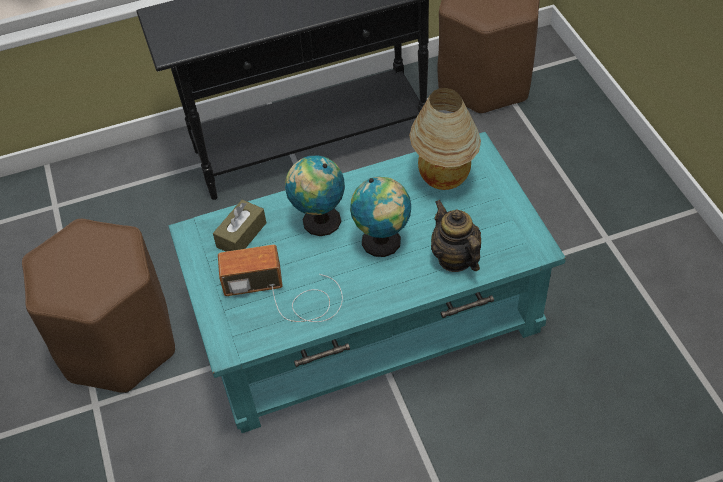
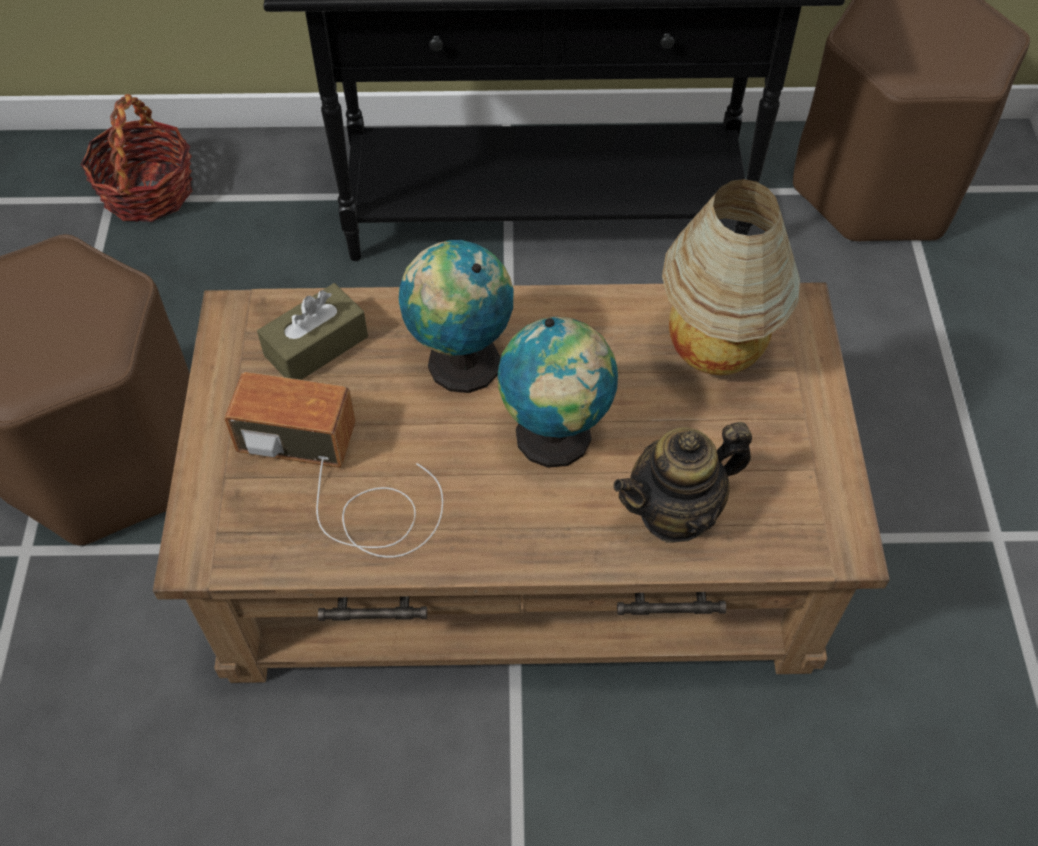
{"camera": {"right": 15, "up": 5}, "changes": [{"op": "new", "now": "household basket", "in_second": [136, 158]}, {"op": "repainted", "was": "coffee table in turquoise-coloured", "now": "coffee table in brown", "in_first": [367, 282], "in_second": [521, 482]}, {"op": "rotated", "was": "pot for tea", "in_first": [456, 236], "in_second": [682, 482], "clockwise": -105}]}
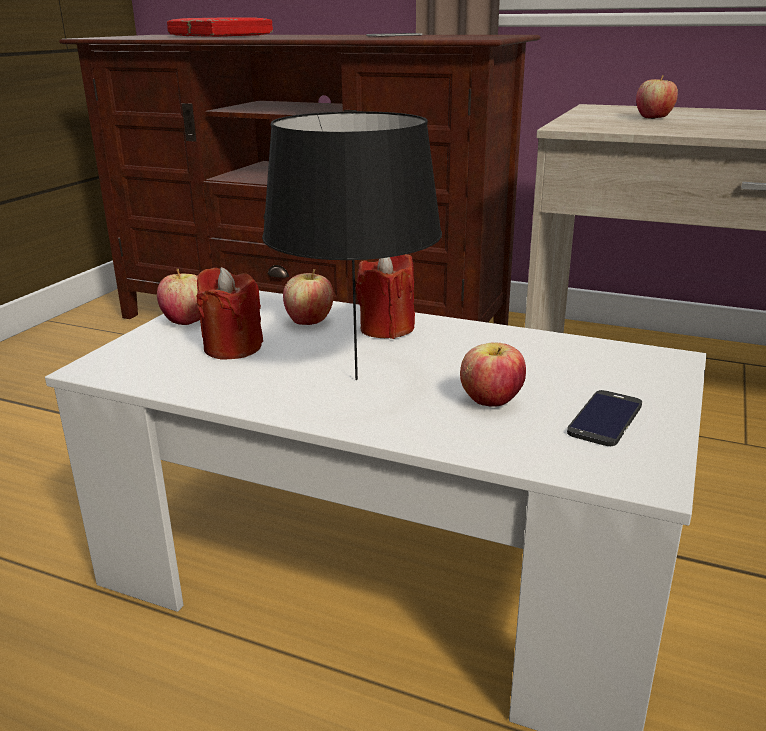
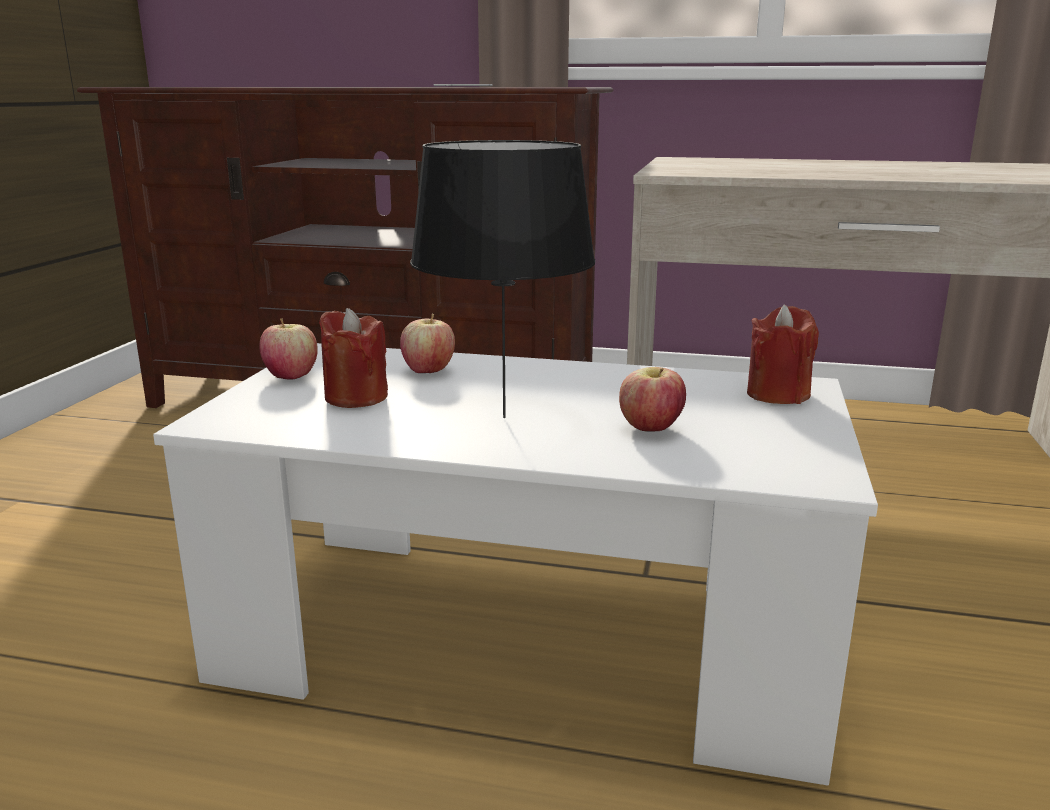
{"camera": {"right": -10, "up": -5}, "changes": [{"op": "shifted", "was": "wax candle in red-coloured", "in_first": [385, 296], "in_second": [783, 354]}, {"op": "gone", "was": "volume in red-coloured", "in_first": [220, 27]}, {"op": "gone", "was": "handset", "in_first": [604, 418]}, {"op": "gone", "was": "apple", "in_first": [657, 97]}]}
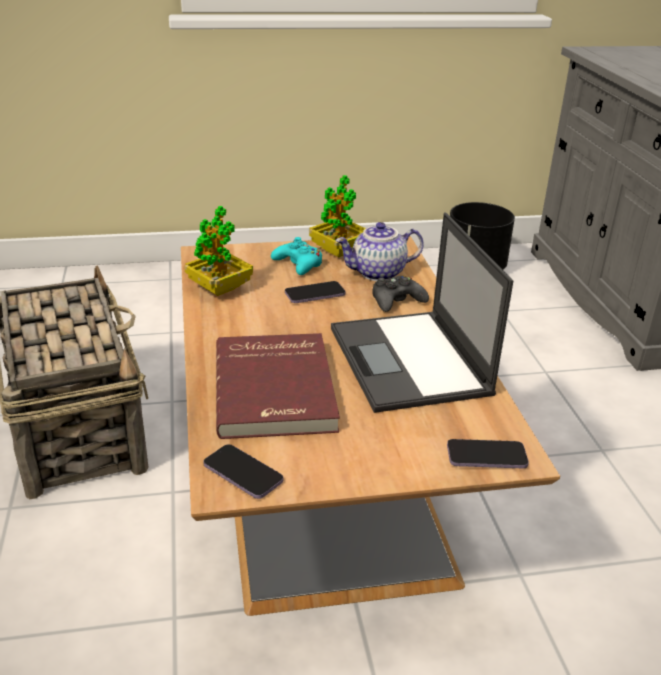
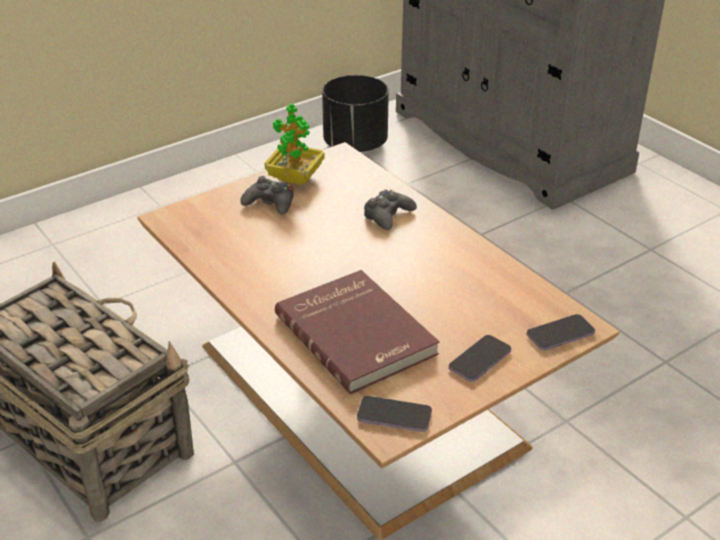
{"camera": {"right": -25, "up": 5}, "changes": [{"op": "repainted", "was": "gamepad in turquoise-coloured", "now": "gamepad in black", "in_first": [296, 256], "in_second": [267, 195]}, {"op": "shifted", "was": "handset", "in_first": [315, 292], "in_second": [480, 358]}, {"op": "gone", "was": "houseplant", "in_first": [219, 251]}, {"op": "gone", "was": "portable computer", "in_first": [422, 313]}, {"op": "gone", "was": "pot for tea", "in_first": [379, 251]}]}
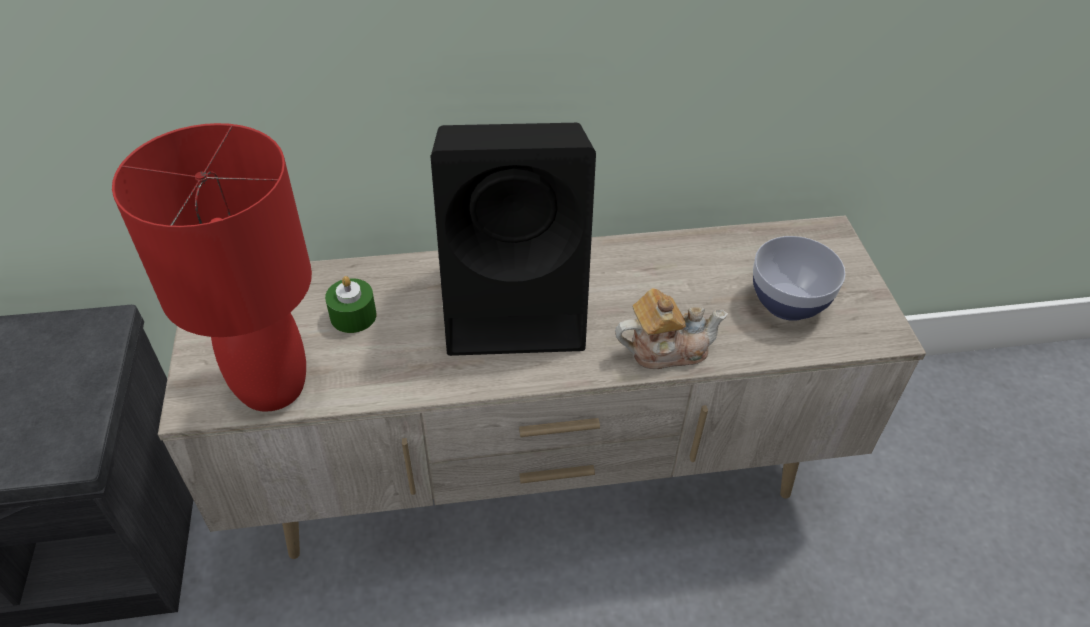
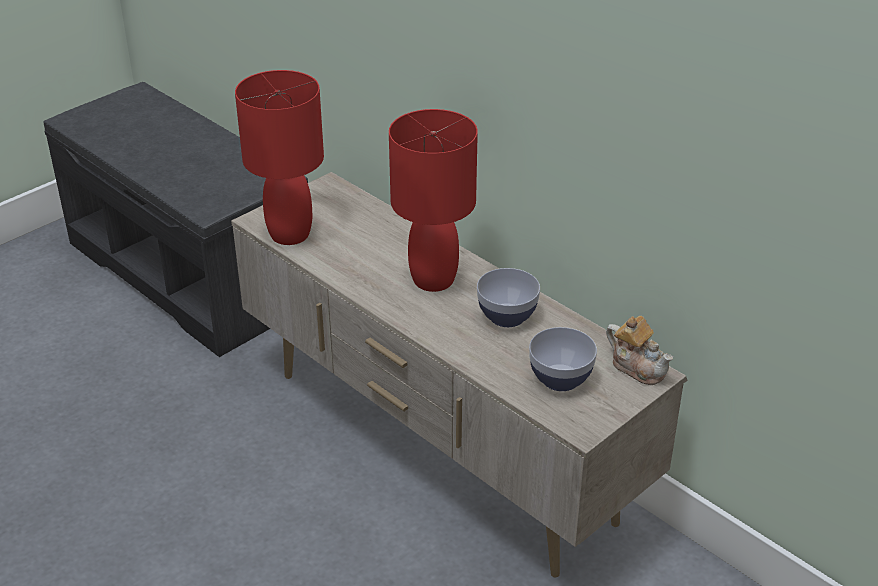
{"camera": {"right": 55, "up": -10}, "changes": [{"op": "swapped", "was": "speaker in black", "now": "lamp for a table in red-coloured", "in_first": [513, 239], "in_second": [433, 200]}, {"op": "new", "now": "bowl", "in_second": [508, 297]}, {"op": "shifted", "was": "pot for tea", "in_first": [671, 328], "in_second": [639, 350]}, {"op": "gone", "was": "wax candle in green", "in_first": [351, 304]}]}
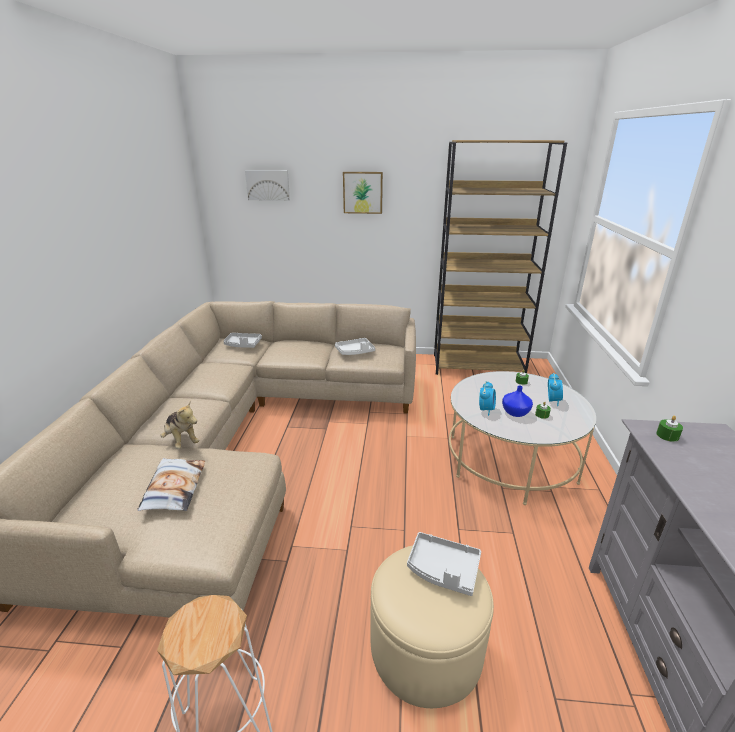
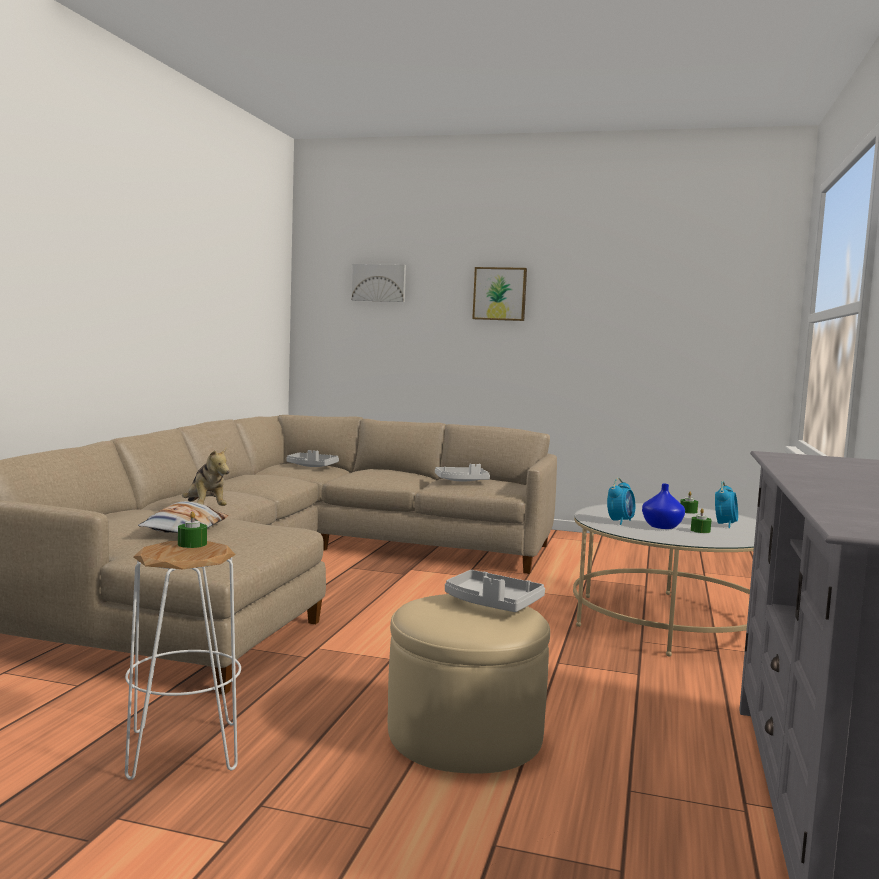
{"camera": {"right": 10, "up": -20}, "changes": [{"op": "shifted", "was": "wax candle in green", "in_first": [669, 429], "in_second": [192, 529]}, {"op": "gone", "was": "bookshelf in brown", "in_first": [500, 257]}]}
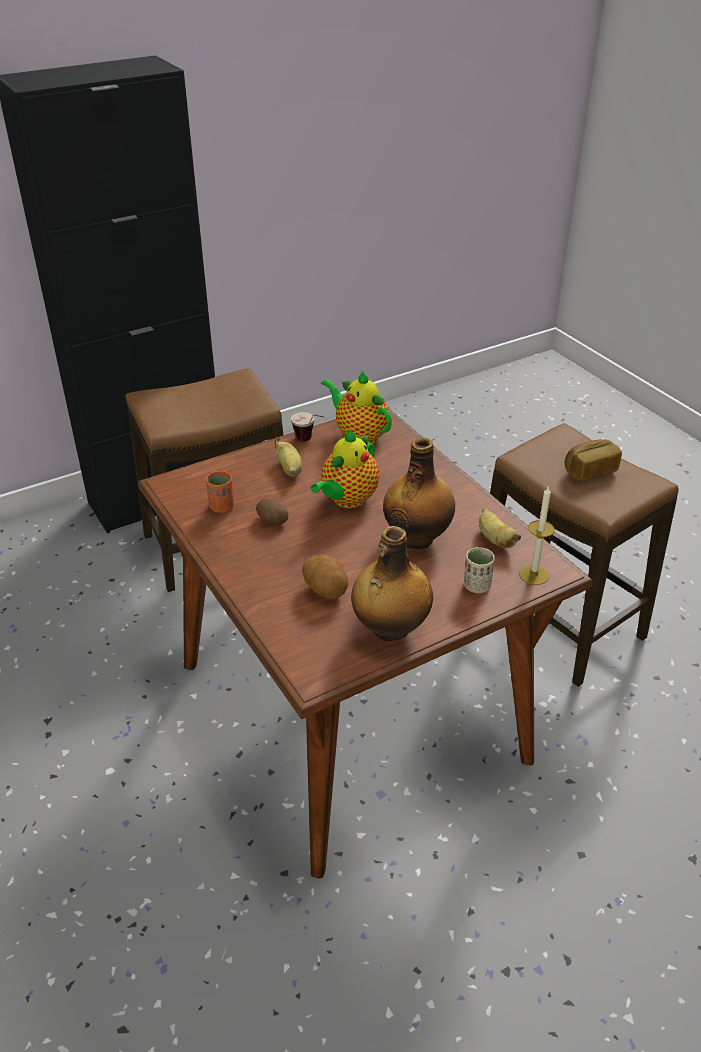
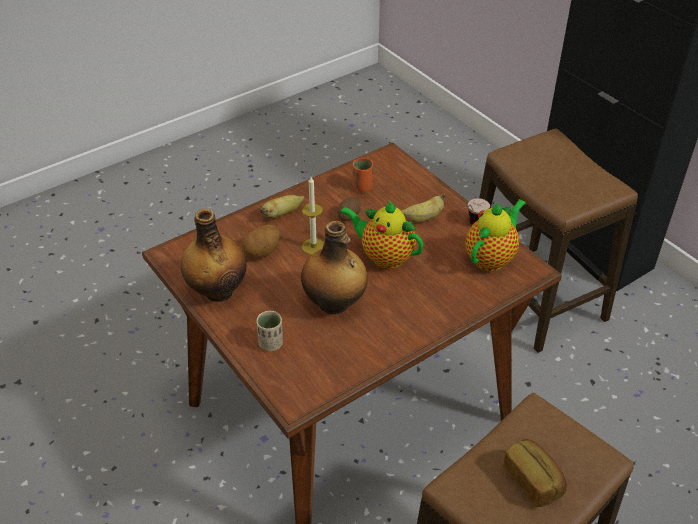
{"camera": {"right": 85, "up": 5}, "changes": [{"op": "shifted", "was": "banana", "in_first": [500, 527], "in_second": [282, 206]}, {"op": "shifted", "was": "wax candle", "in_first": [537, 535], "in_second": [313, 216]}]}
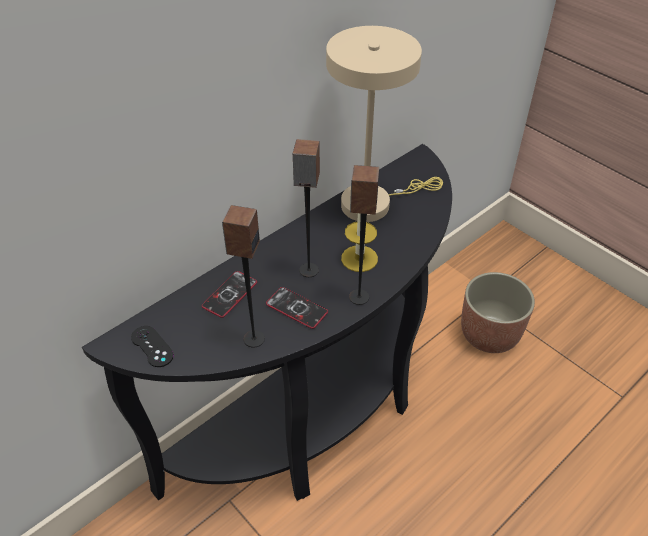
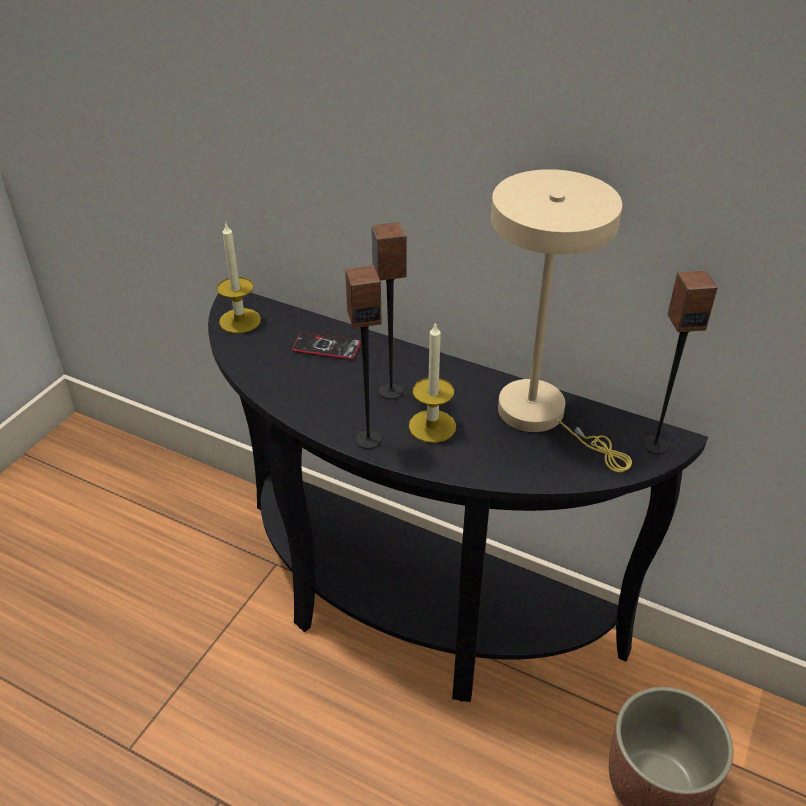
{"camera": {"right": 70, "up": -5}, "changes": [{"op": "swapped", "was": "gamepad in black", "now": "wax candle", "in_first": [152, 346], "in_second": [239, 278]}, {"op": "shifted", "was": "speaker", "in_first": [243, 276], "in_second": [679, 362]}, {"op": "gone", "was": "handset", "in_first": [297, 308]}]}
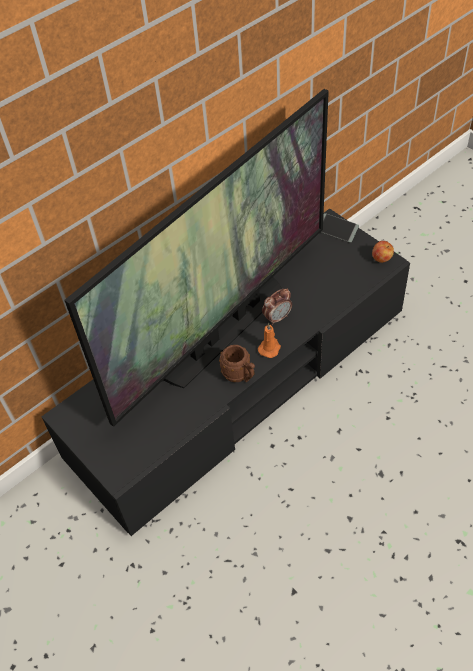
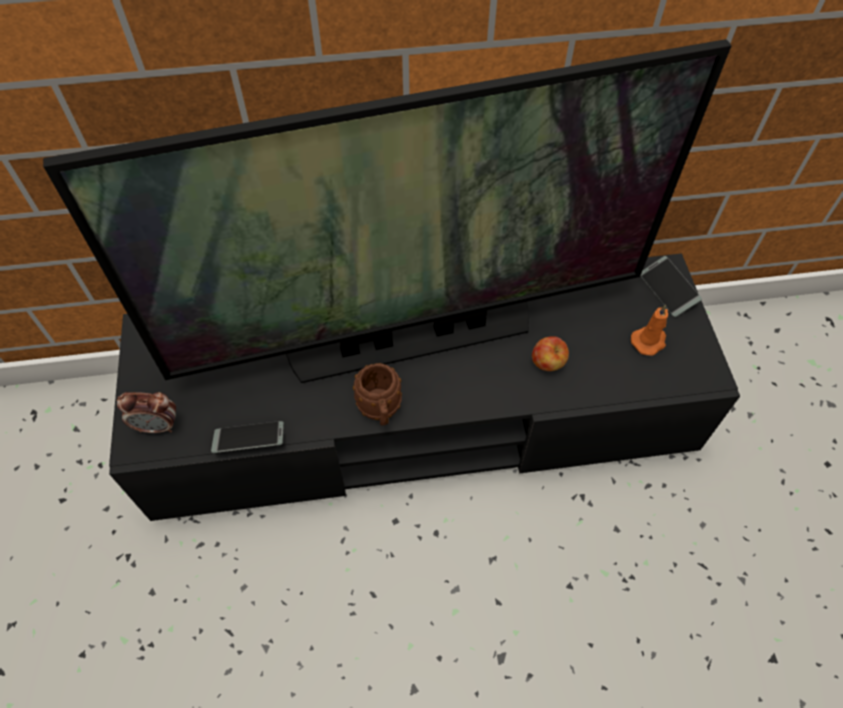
{"camera": {"right": 30, "up": 5}, "changes": [{"op": "shifted", "was": "table clock", "in_first": [277, 306], "in_second": [146, 412]}, {"op": "new", "now": "handset", "in_second": [247, 437]}, {"op": "shifted", "was": "apple", "in_first": [383, 252], "in_second": [550, 353]}, {"op": "shifted", "was": "wax candle in orangey", "in_first": [269, 340], "in_second": [649, 330]}]}
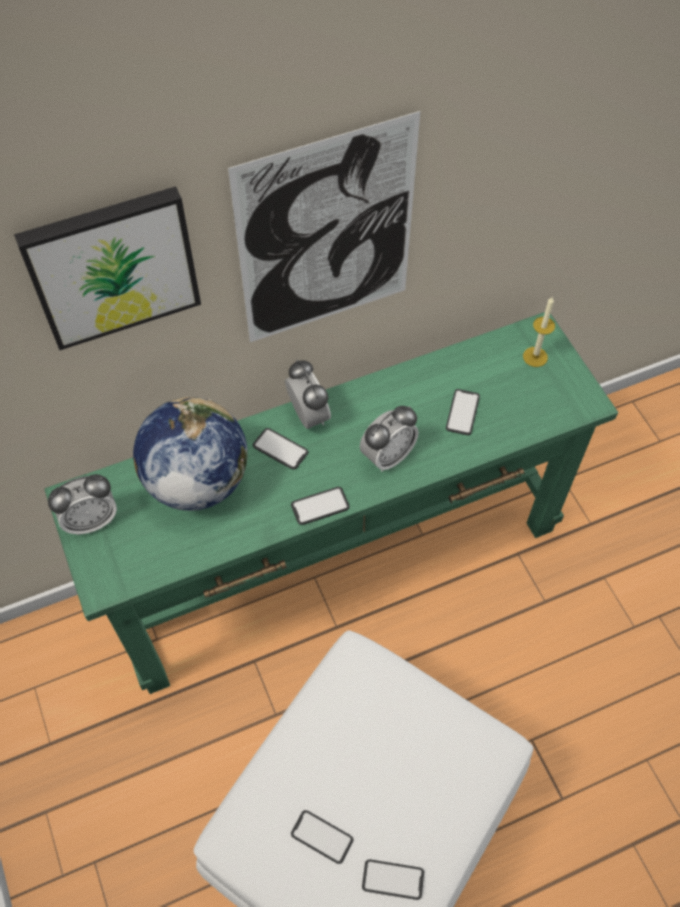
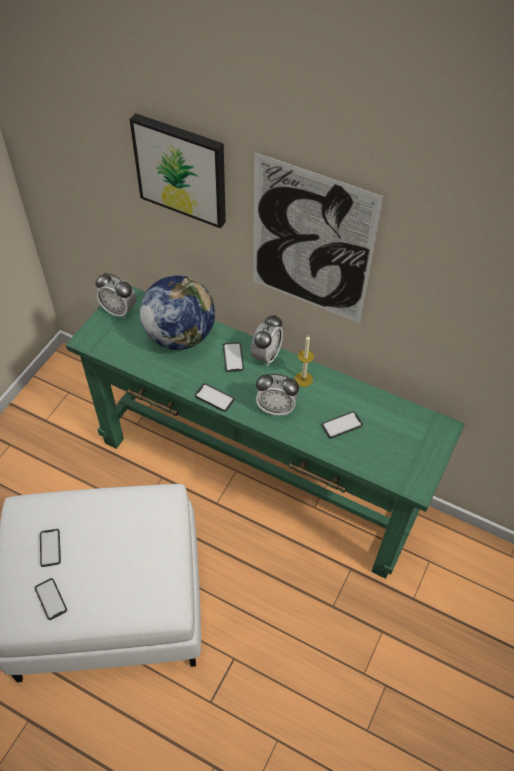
{"camera": {"right": 50, "up": -5}, "changes": [{"op": "shifted", "was": "wax candle", "in_first": [539, 332], "in_second": [304, 361]}]}
